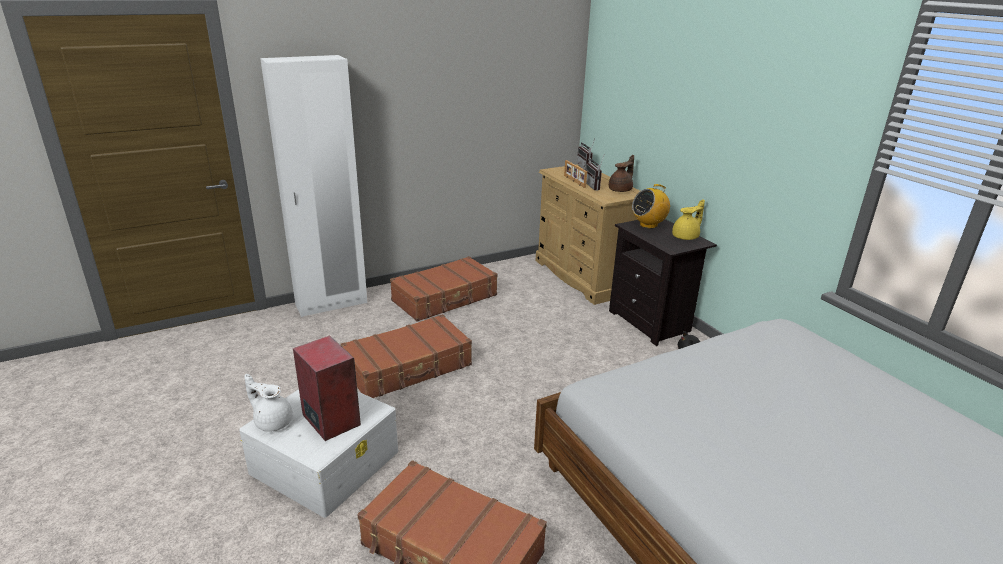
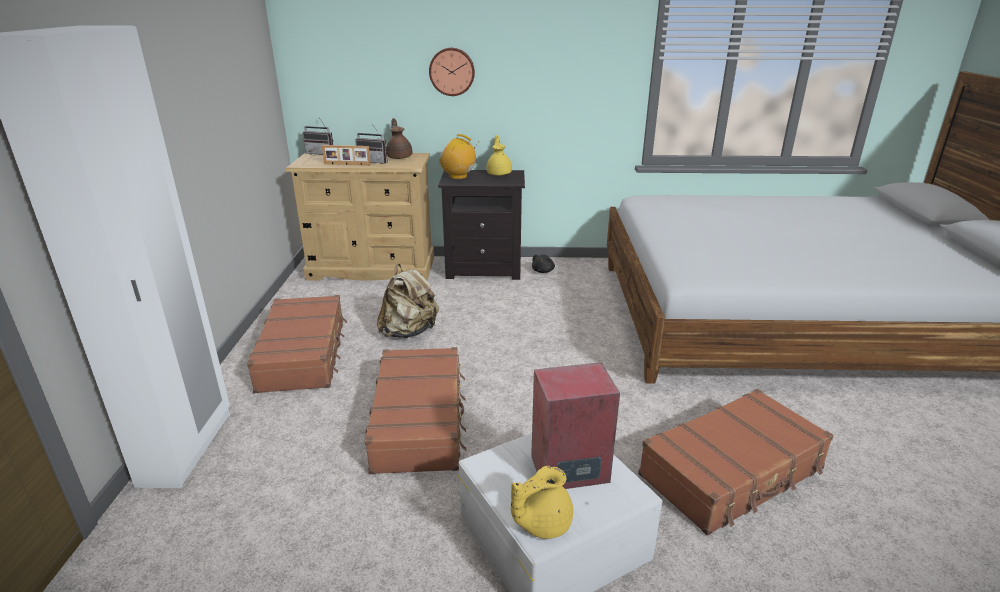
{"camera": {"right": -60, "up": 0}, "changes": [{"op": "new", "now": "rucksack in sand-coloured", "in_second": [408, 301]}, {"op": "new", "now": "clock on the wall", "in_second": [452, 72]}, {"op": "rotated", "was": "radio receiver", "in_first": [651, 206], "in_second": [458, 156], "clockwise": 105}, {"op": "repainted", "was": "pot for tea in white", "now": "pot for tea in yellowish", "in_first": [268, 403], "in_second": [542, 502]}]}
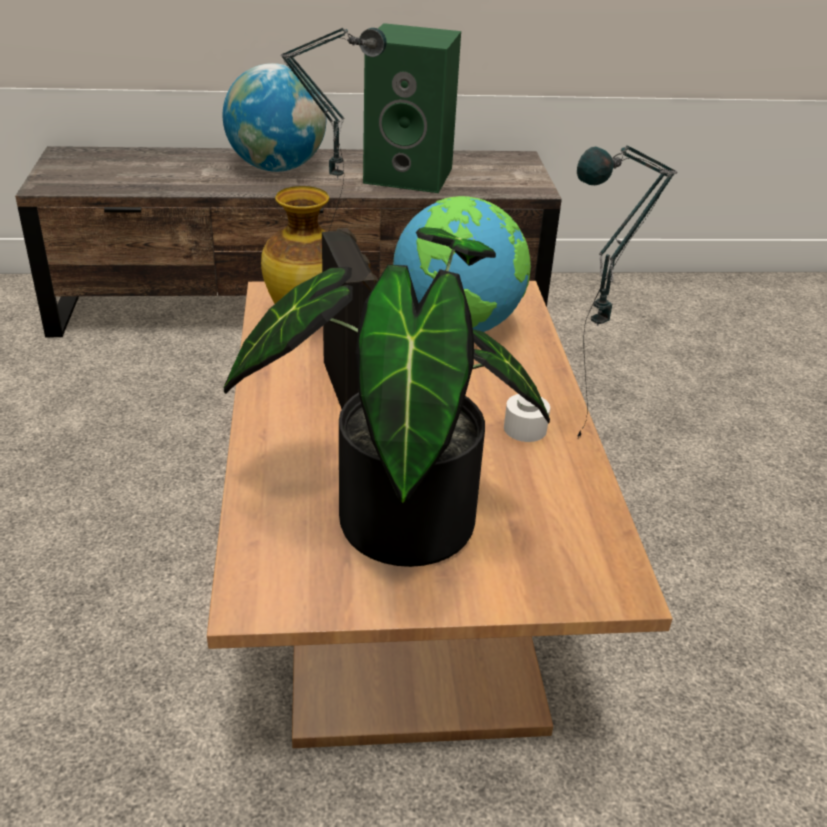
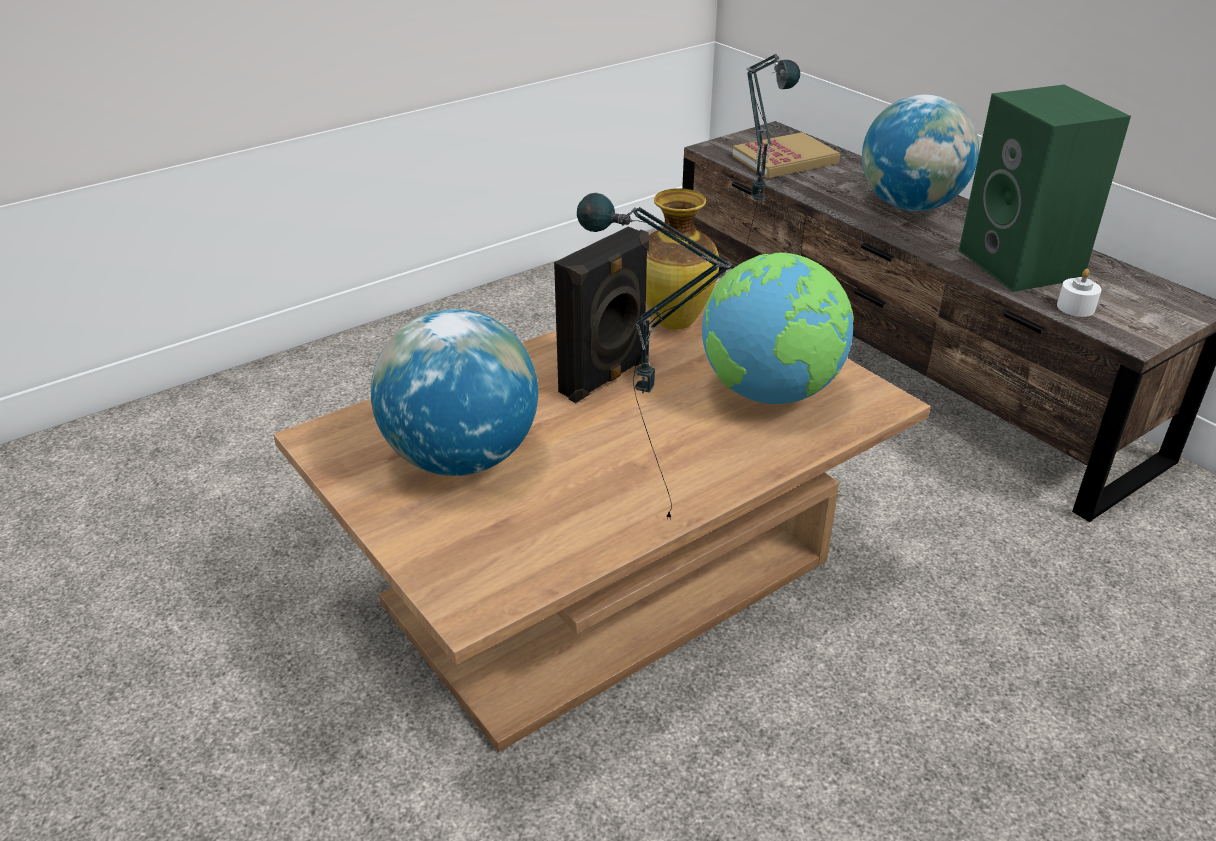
{"camera": {"right": 60, "up": 0}, "changes": [{"op": "swapped", "was": "houseplant", "now": "world globe", "in_first": [387, 397], "in_second": [454, 392]}, {"op": "new", "now": "volume", "in_second": [786, 155]}, {"op": "shifted", "was": "wax candle in white", "in_first": [527, 418], "in_second": [1079, 293]}]}
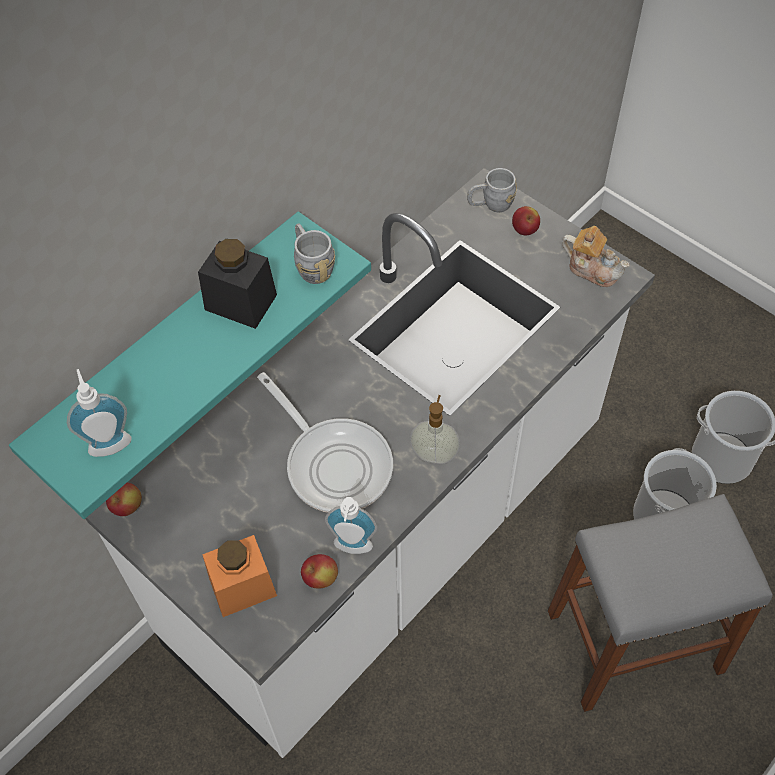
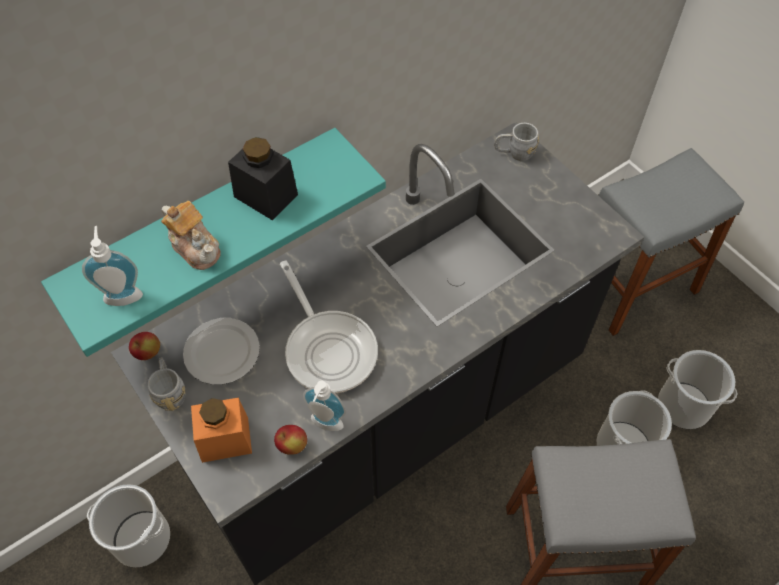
{"camera": {"right": 10, "up": 0}, "changes": [{"op": "new", "now": "bucket", "in_second": [128, 525]}, {"op": "repainted", "was": "kitchen base unit in white", "now": "kitchen base unit in black", "in_first": [370, 463], "in_second": [377, 353]}, {"op": "shifted", "was": "tea mug in gray", "in_first": [314, 253], "in_second": [166, 384]}, {"op": "shifted", "was": "pot for tea", "in_first": [595, 256], "in_second": [191, 235]}, {"op": "new", "now": "flat dish", "in_second": [221, 351]}, {"op": "new", "now": "stool seat in gray", "in_second": [671, 242]}, {"op": "gone", "was": "soap dispenser", "in_first": [435, 429]}, {"op": "gone", "was": "apple", "in_first": [526, 221]}]}
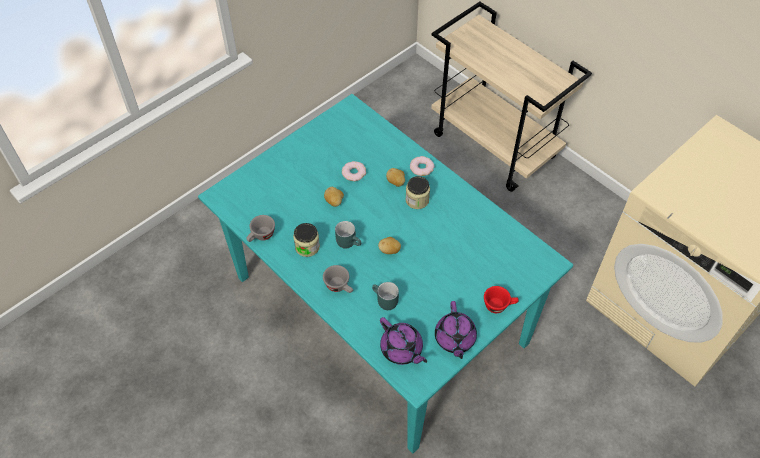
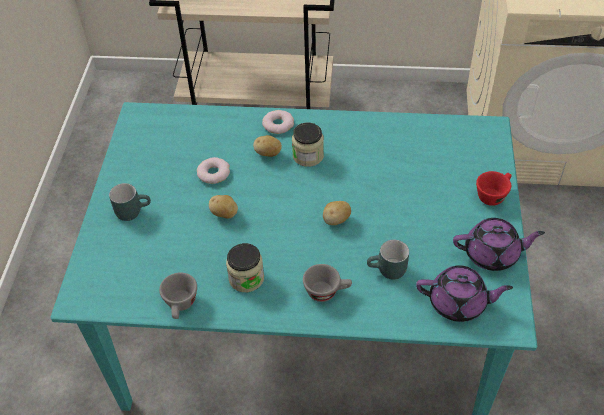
{"camera": {"right": -40, "up": -5}, "changes": [{"op": "shifted", "was": "tea mug in turquoise-coloured", "in_first": [348, 235], "in_second": [130, 202]}, {"op": "rotated", "was": "pot for tea in purple", "in_first": [456, 330], "in_second": [499, 244], "clockwise": -45}]}
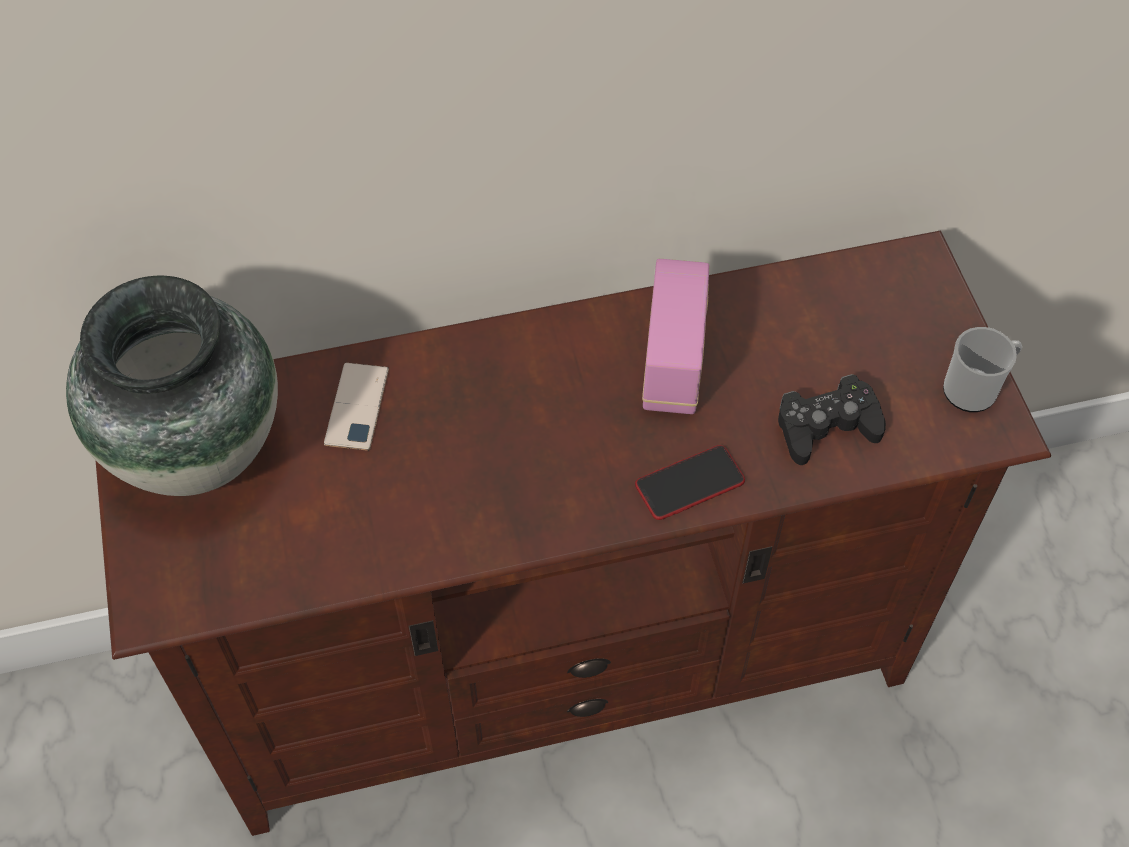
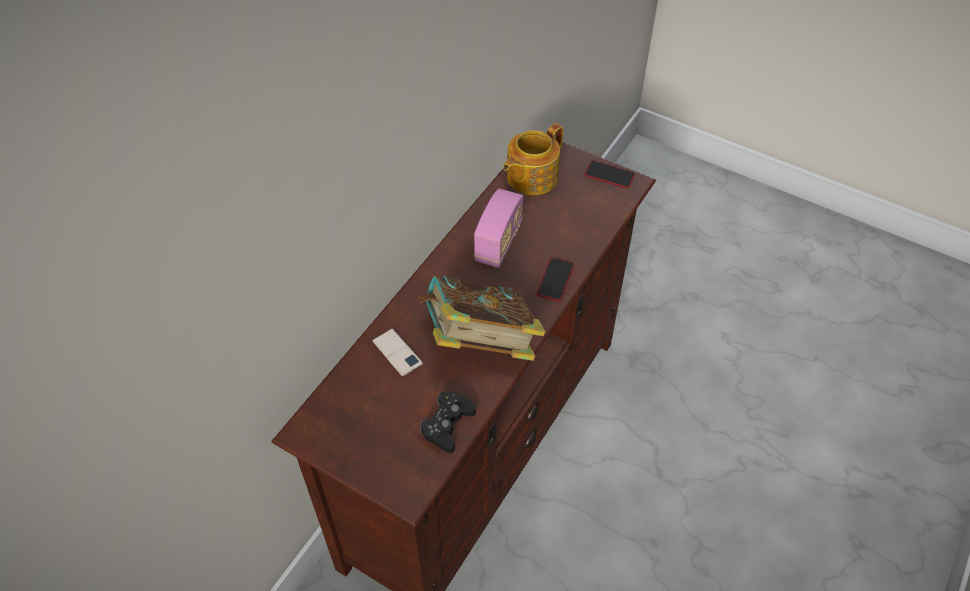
{"camera": {"right": -45, "up": -5}, "changes": [{"op": "new", "now": "volume", "in_second": [482, 318]}, {"op": "shifted", "was": "gamepad in black", "in_first": [832, 419], "in_second": [448, 422]}, {"op": "rotated", "was": "radio receiver", "in_first": [675, 336], "in_second": [498, 228], "clockwise": 60}, {"op": "new", "now": "pot for tea", "in_second": [533, 159]}, {"op": "swapped", "was": "tea mug", "now": "handset", "in_first": [982, 369], "in_second": [610, 174]}, {"op": "gone", "was": "flower vase", "in_first": [172, 386]}]}
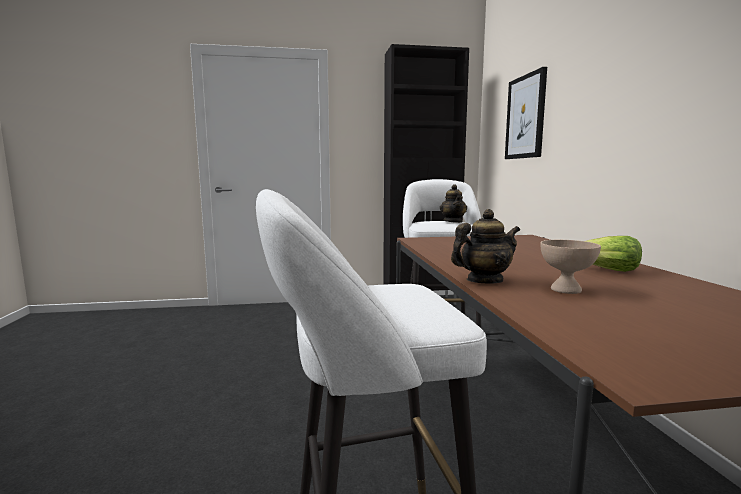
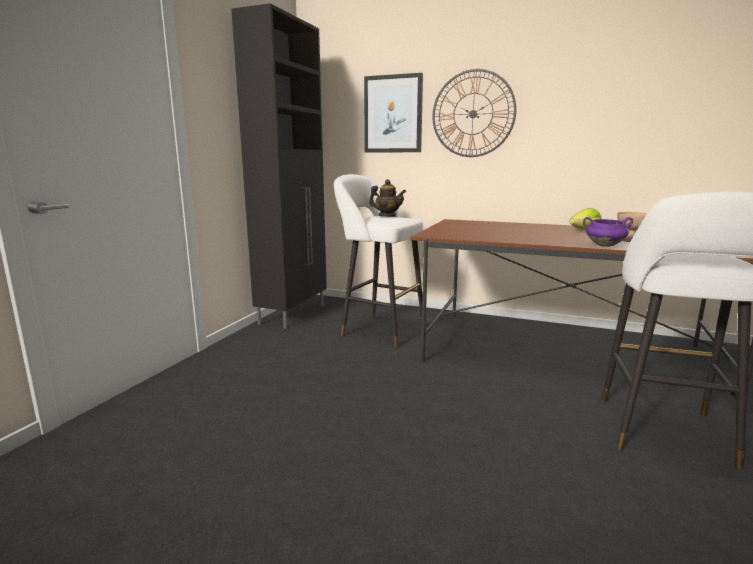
{"camera": {"right": -60, "up": 5}, "changes": [{"op": "new", "now": "clock on the wall", "in_second": [474, 113]}, {"op": "swapped", "was": "pot for tea", "now": "stockpot in purple", "in_first": [485, 246], "in_second": [608, 232]}]}
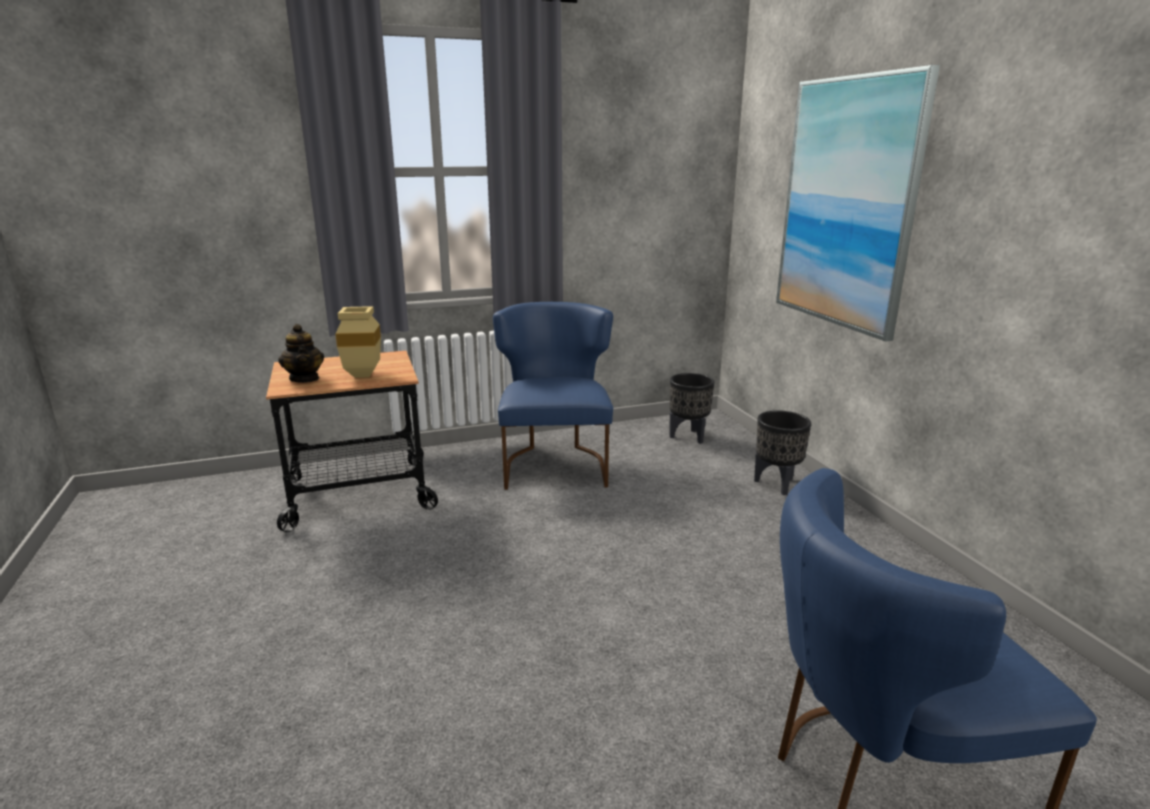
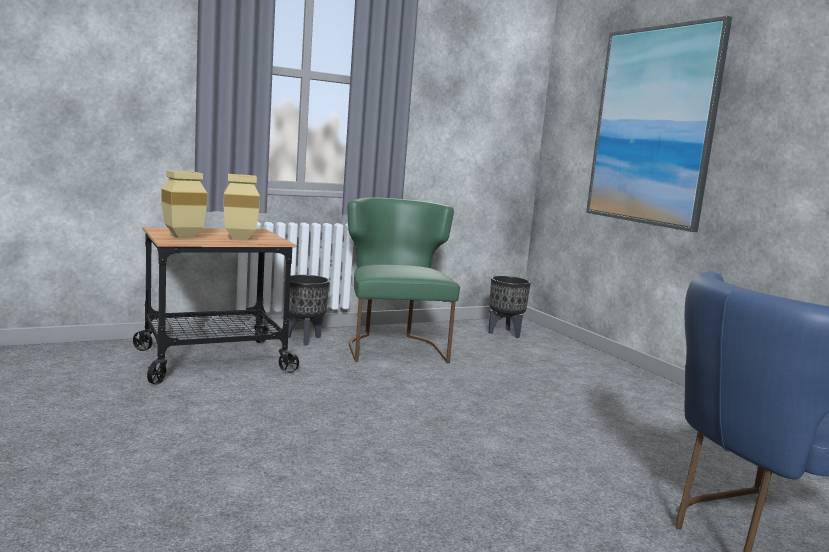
{"camera": {"right": -10, "up": -10}, "changes": [{"op": "swapped", "was": "pot for tea", "now": "flower vase in sand-coloured", "in_first": [301, 353], "in_second": [184, 204]}, {"op": "shifted", "was": "planter in black", "in_first": [782, 452], "in_second": [307, 310]}, {"op": "repainted", "was": "chair in bluish", "now": "chair in green", "in_first": [553, 396], "in_second": [404, 280]}]}
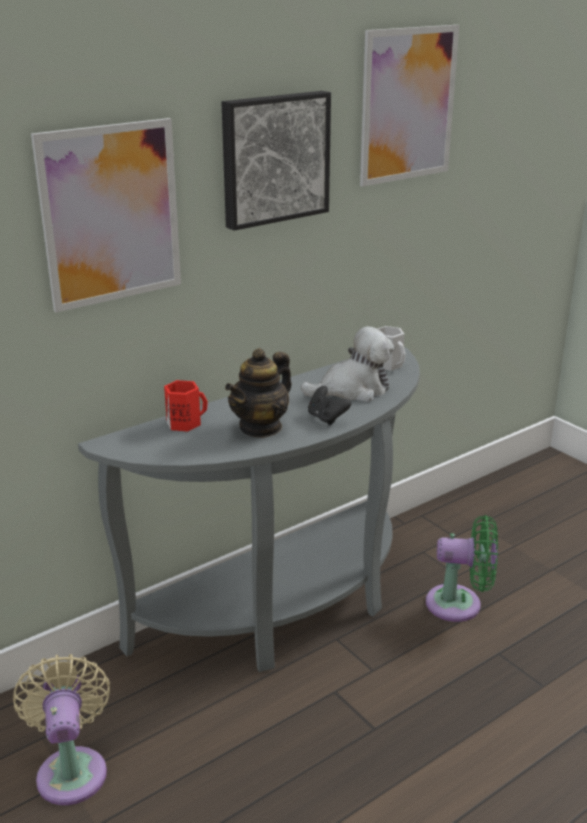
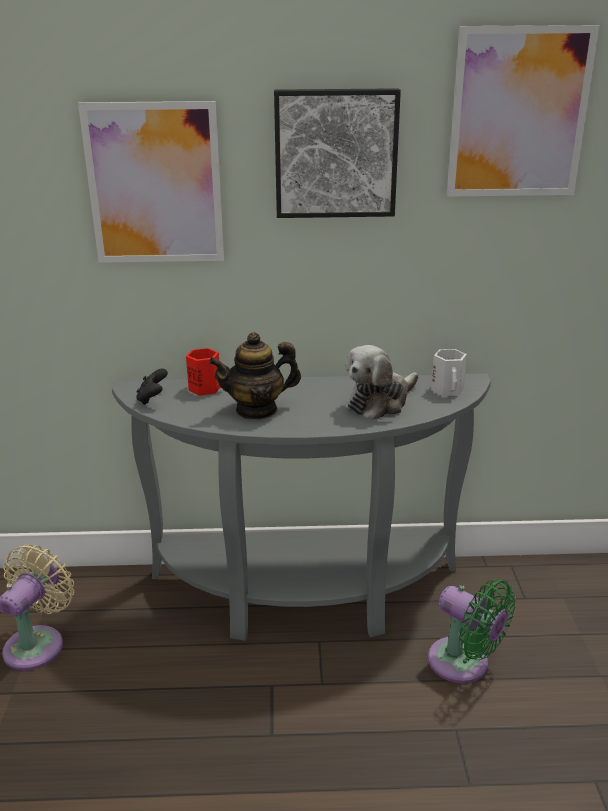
{"camera": {"right": 35, "up": 0}, "changes": [{"op": "shifted", "was": "gamepad in black", "in_first": [330, 405], "in_second": [152, 386]}, {"op": "rotated", "was": "plush toy", "in_first": [347, 364], "in_second": [382, 382], "clockwise": 120}]}
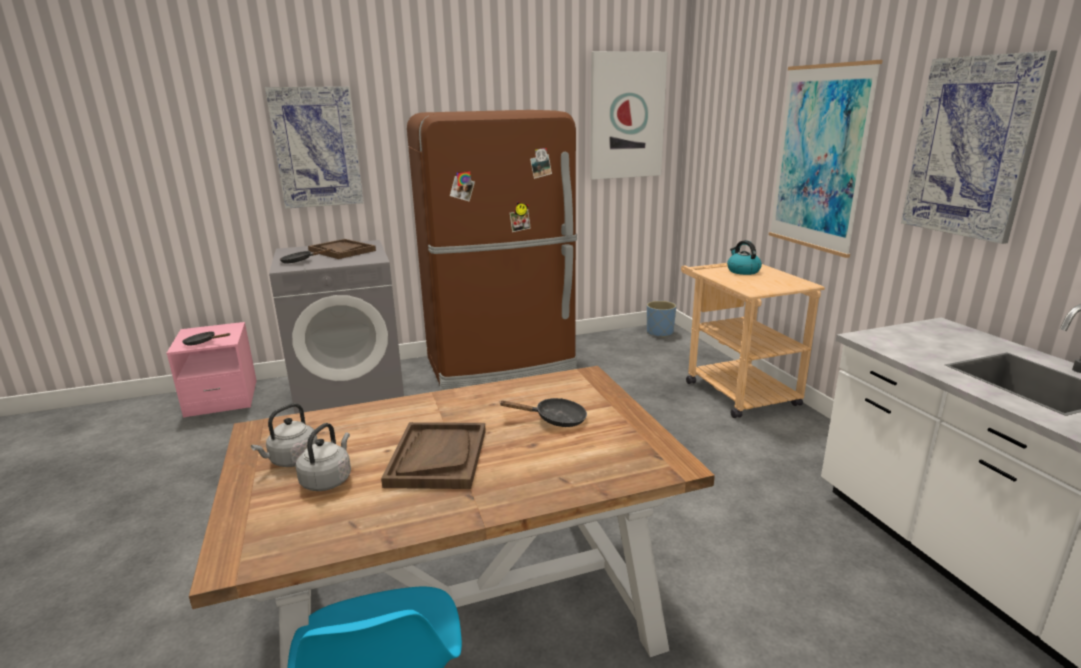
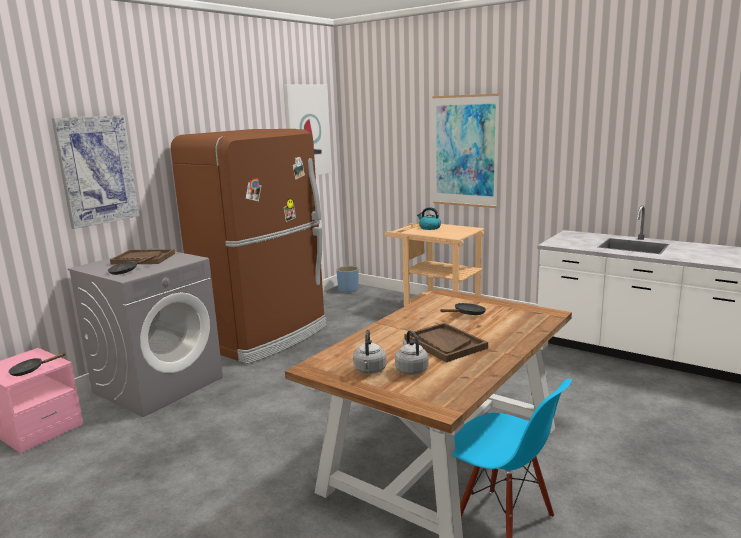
{"camera": {"right": -35, "up": -5}, "changes": [{"op": "gone", "was": "wall picture", "in_first": [979, 147]}]}
